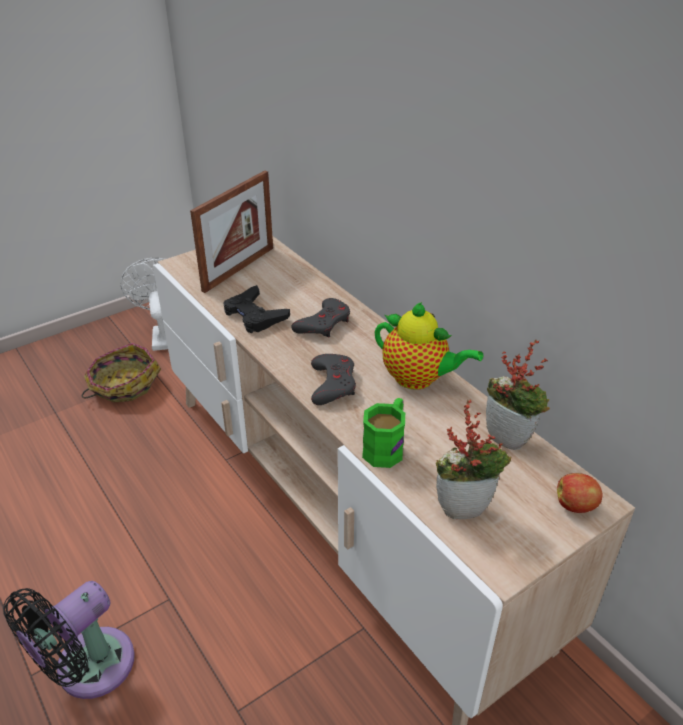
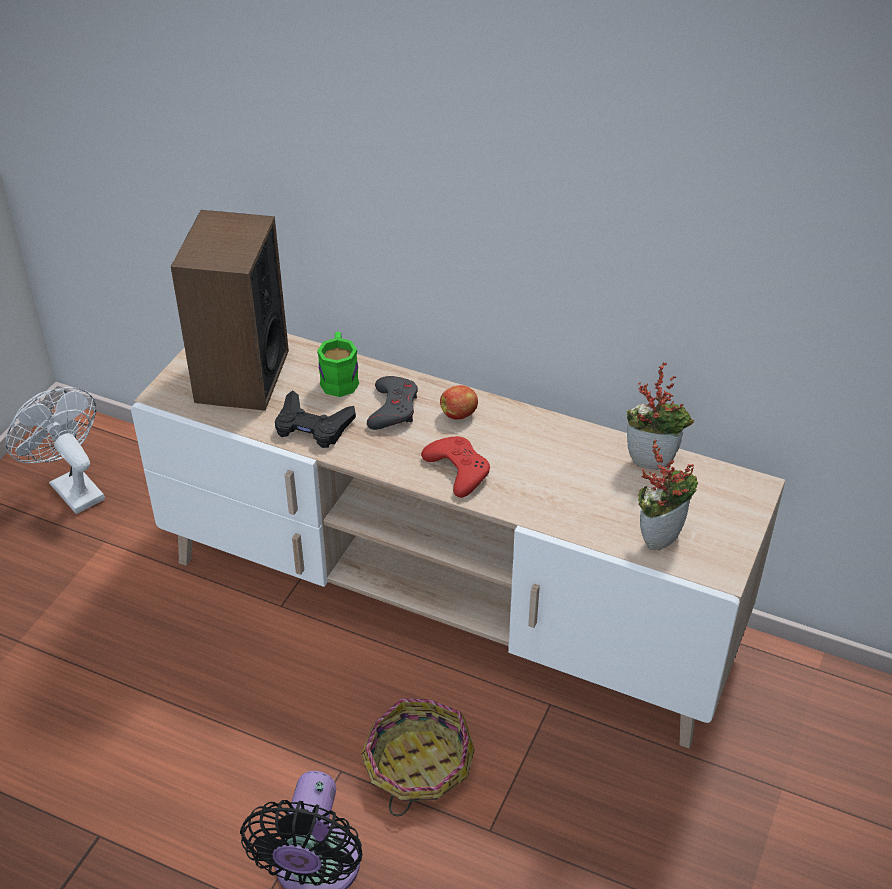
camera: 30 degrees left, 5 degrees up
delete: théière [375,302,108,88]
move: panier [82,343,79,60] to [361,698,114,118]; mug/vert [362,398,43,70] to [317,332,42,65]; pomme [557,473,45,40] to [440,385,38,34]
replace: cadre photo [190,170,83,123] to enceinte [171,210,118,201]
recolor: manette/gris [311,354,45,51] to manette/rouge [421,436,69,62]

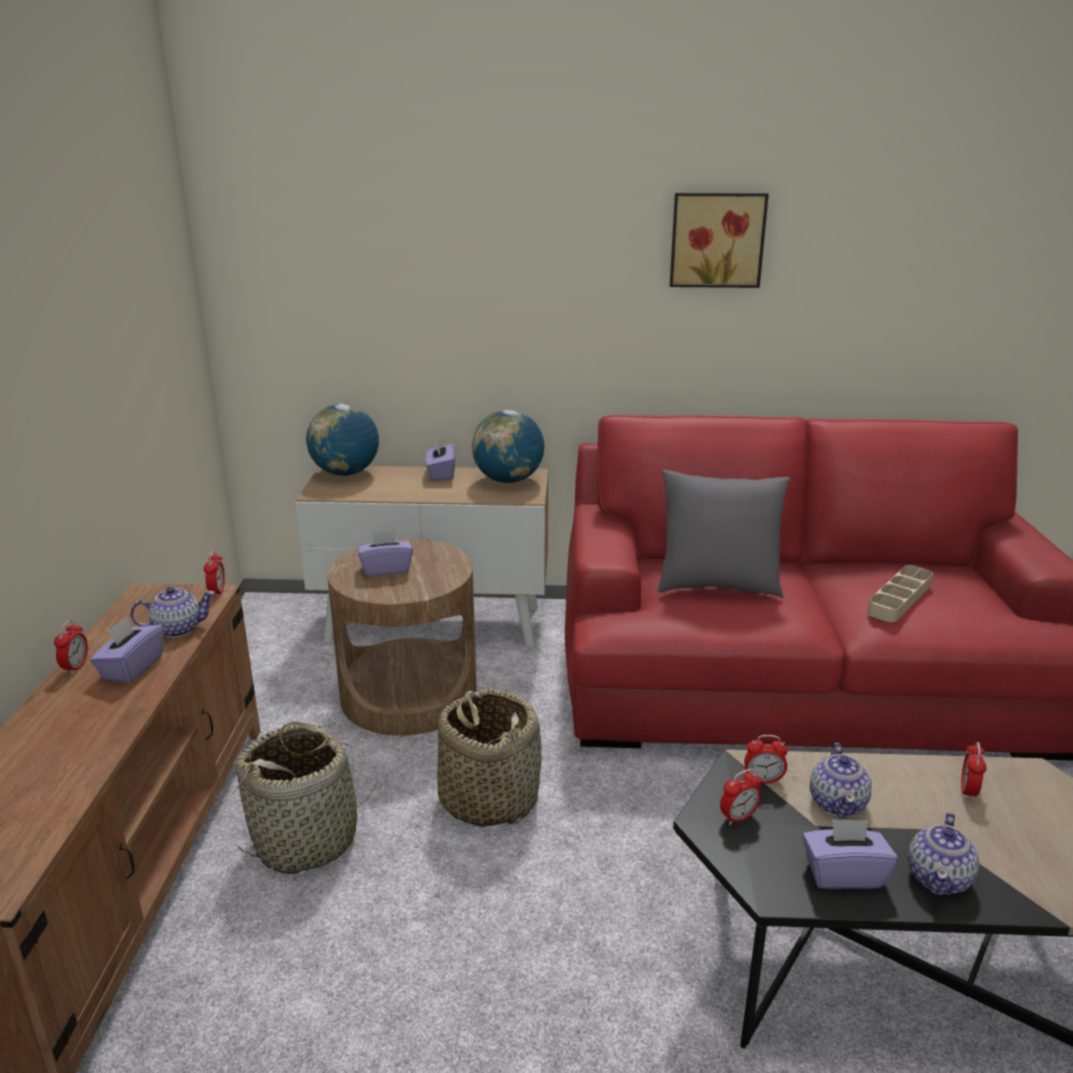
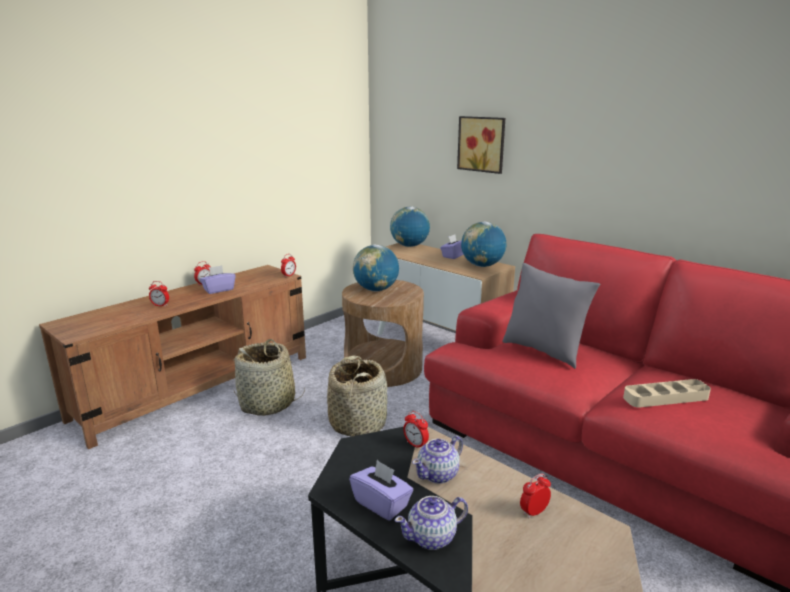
camera: 40 degrees right, 5 degrees down
delete: théière [130,587,85,51]
move: tableau [670,193,99,95] to [457,116,48,58]; réveil [720,769,41,56] to [149,281,20,26]
replace: boîte à mouchoirs/violet [358,529,55,47] to globe [353,245,46,46]

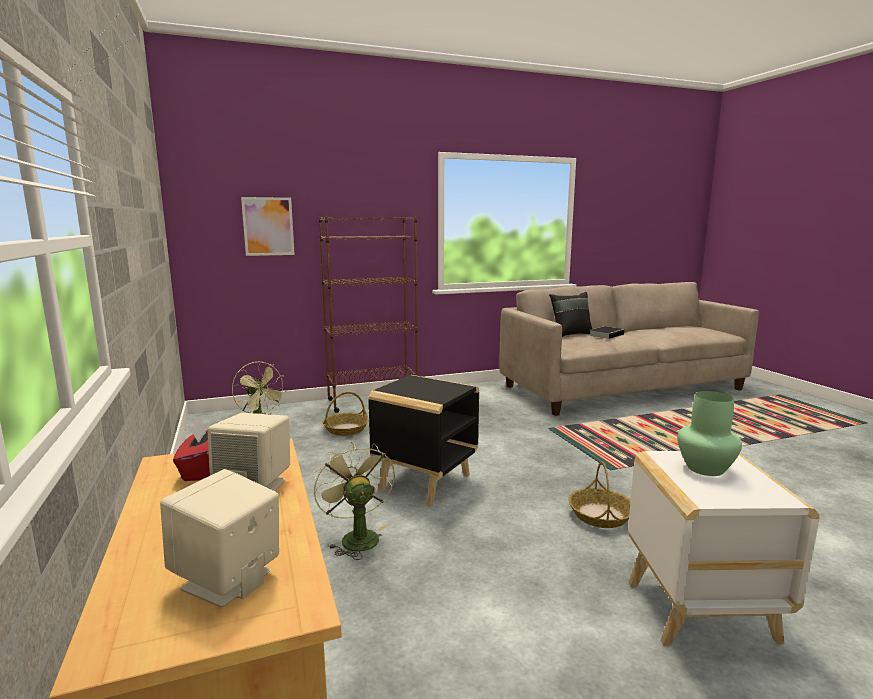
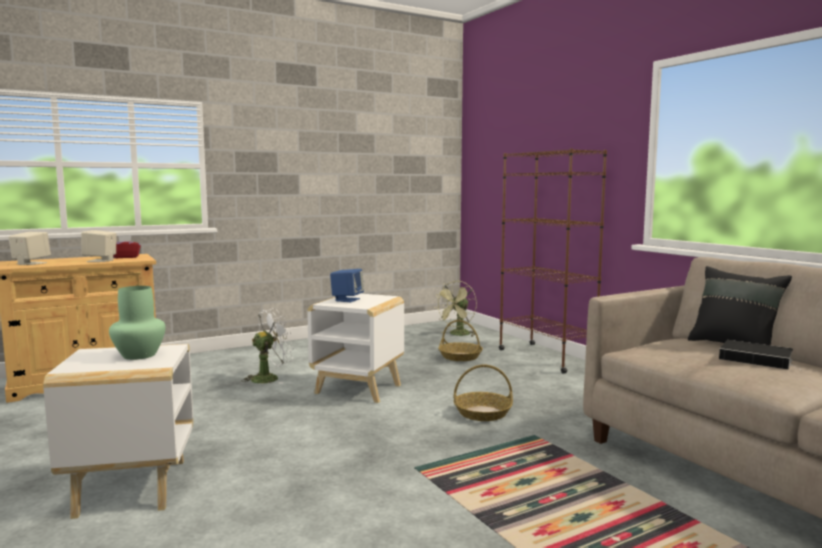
camera: 80 degrees right, 5 degrees down
delete: tableau [241,197,54,59]
insert: enceinte/bleu [330,269,34,33]
move: panier [568,462,63,66] to [453,364,60,57]
recolor: table d'appoint/noir [369,375,110,132] to table d'appoint/blanc [307,293,97,110]; ventilateur/vert [313,442,82,118] to ventilateur/blanc [241,308,53,76]

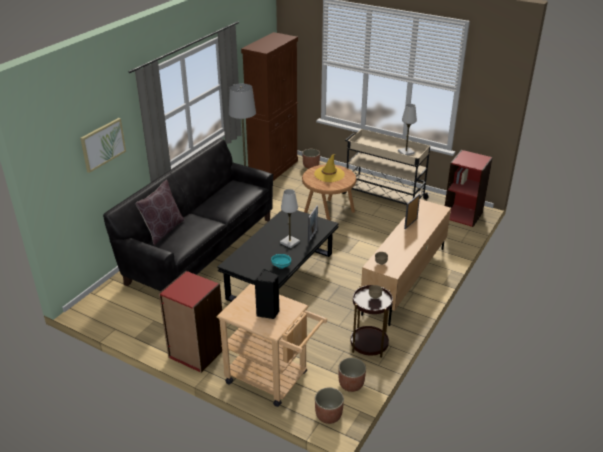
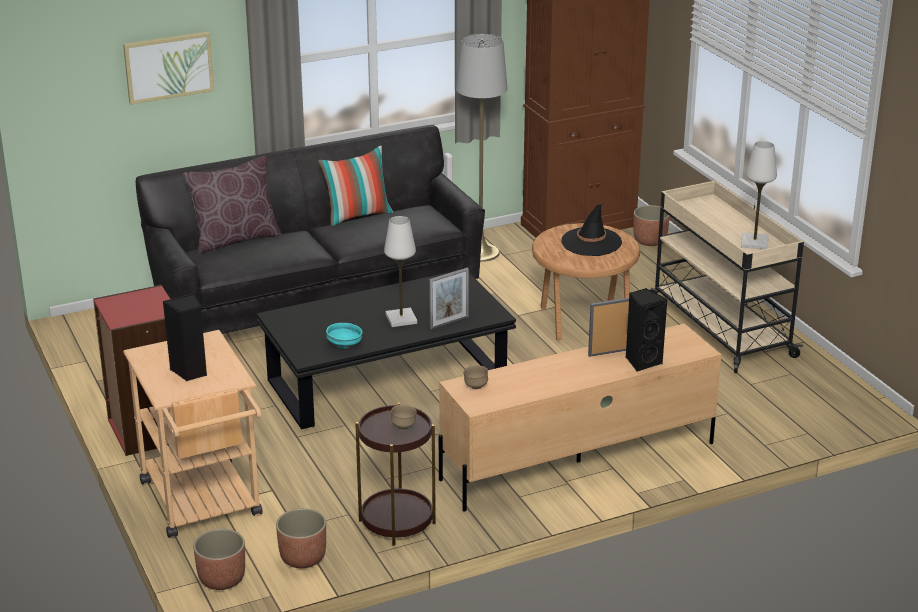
camera: 35 degrees right, 5 degrees down
delete: bibliothèque/rouge [445,150,48,77]
insert: coussin [318,146,75,81]; enceinte/noir [626,288,41,84]
recolor: chapeau/jaune [314,154,31,28] to chapeau/noir [561,204,61,52]

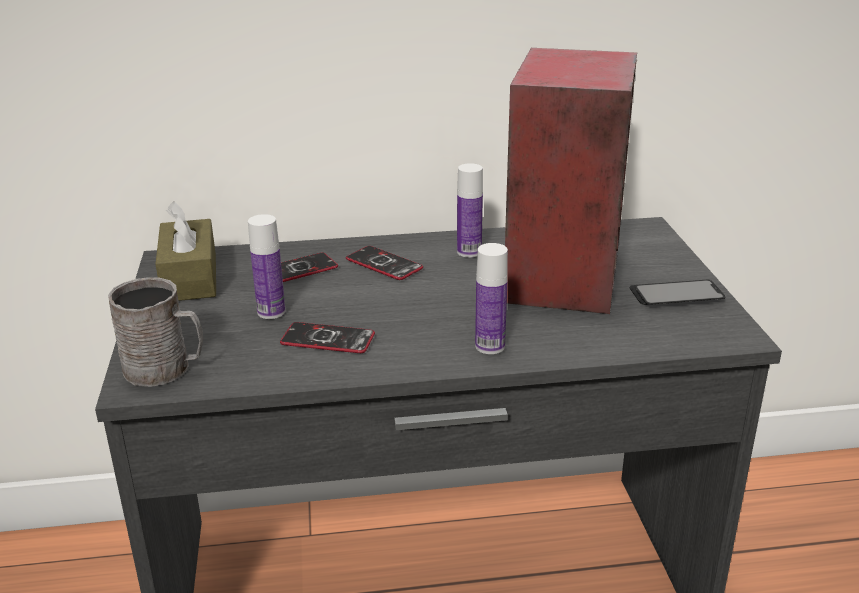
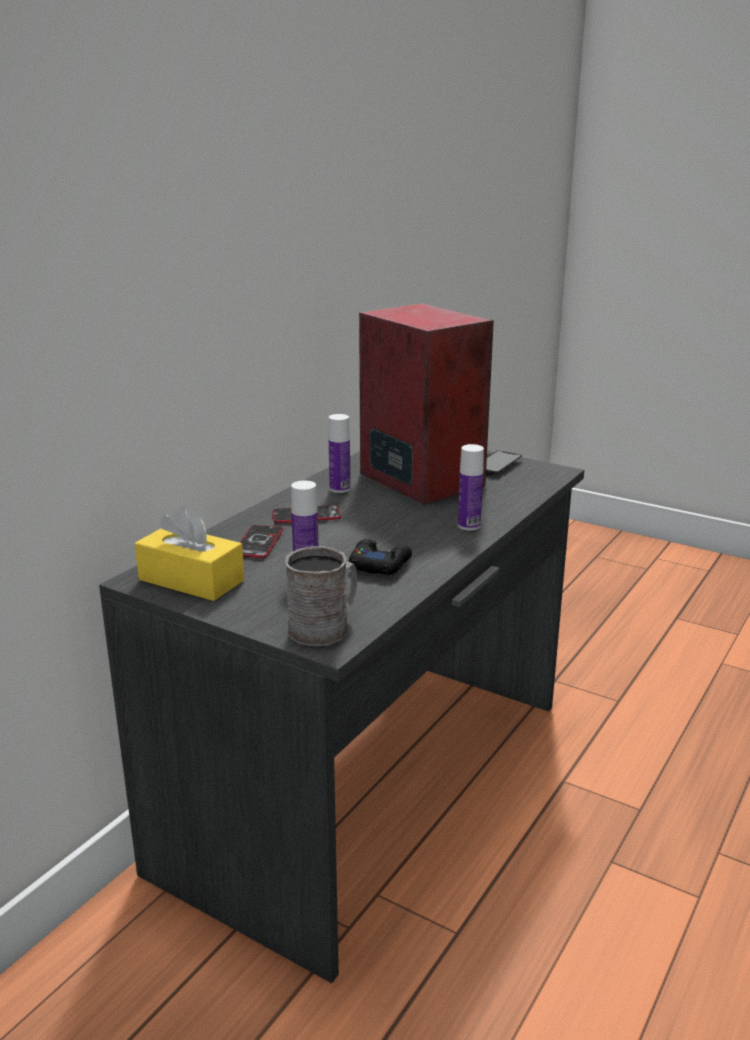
camera: 50 degrees left, 5 degrees down
replace: téléphone [280,322,95,31] to manette/noir [349,539,63,36]
recolor: boîte à mouchoirs/marron [156,201,60,100] to boîte à mouchoirs/jaune [135,506,109,95]

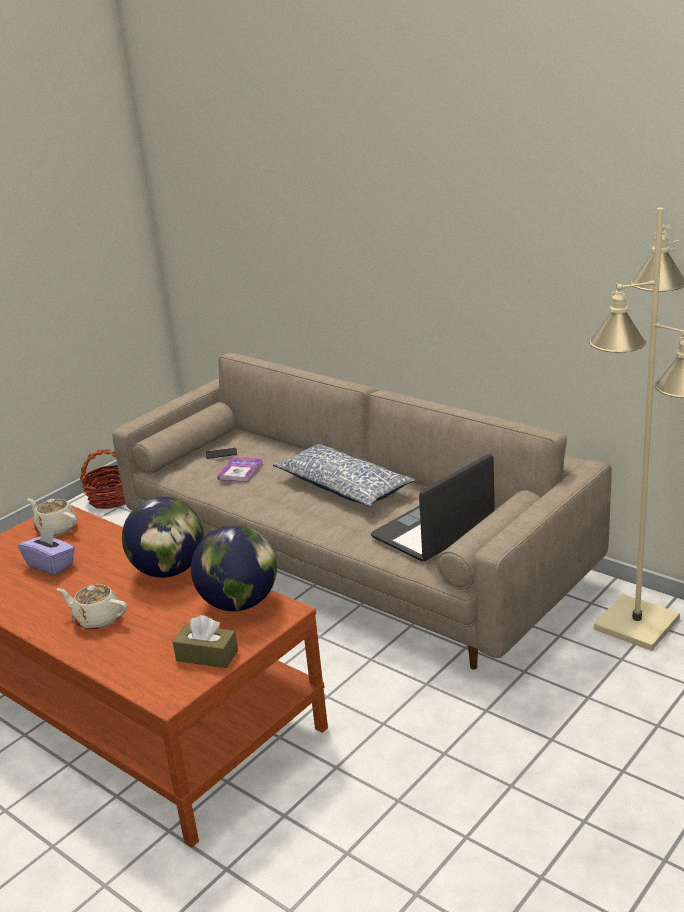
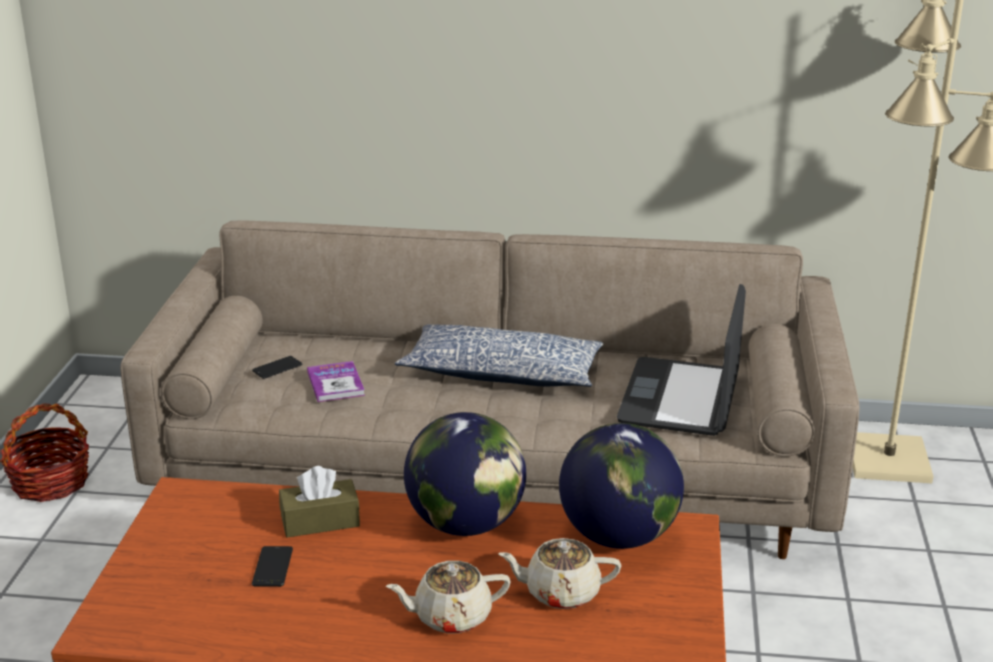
camera: 35 degrees left, 0 degrees up
move: théière/beige [27,498,50,38] to [499,538,123,71]; boîte à mouchoirs/marron [173,615,65,53] to [279,466,81,72]
replace: boîte à mouchoirs/violet [18,528,57,47] to téléphone [252,546,41,41]

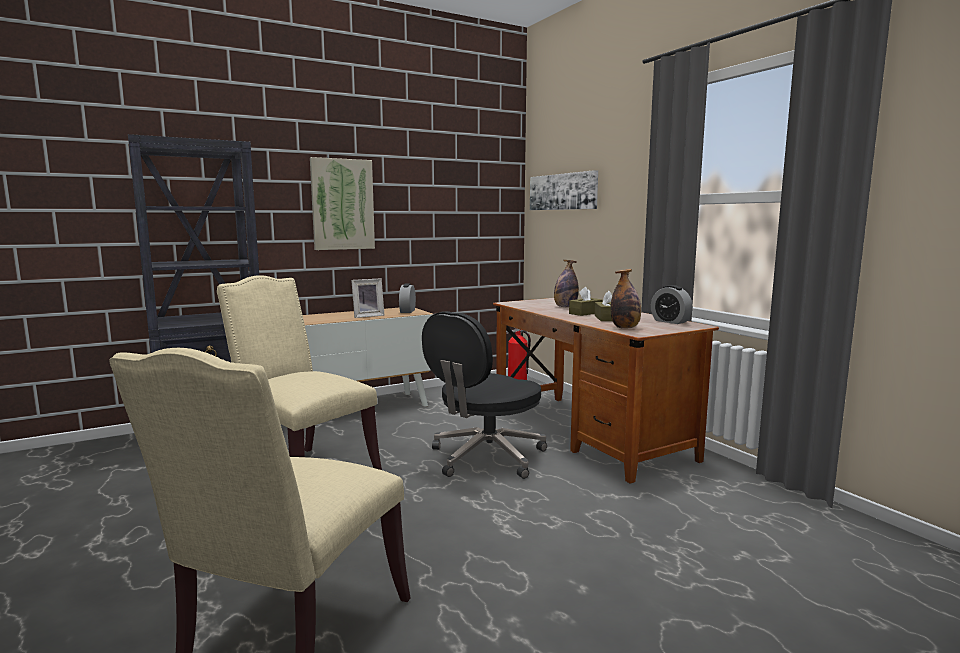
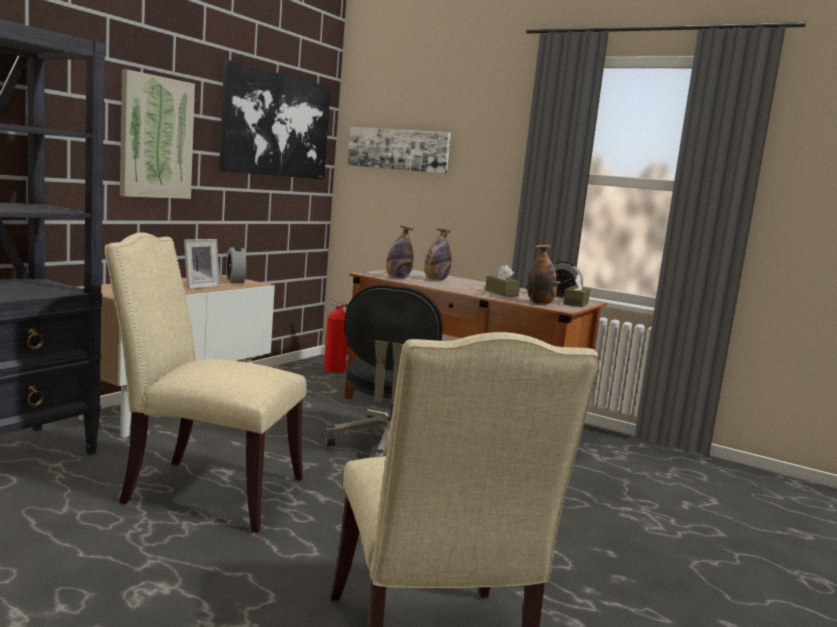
camera: 30 degrees left, 0 degrees up
insert: tableau [219,60,112,120]; bouteille [386,225,28,54]
move: boîte à mouchoirs/marron [569,287,33,29] to [563,274,27,33]

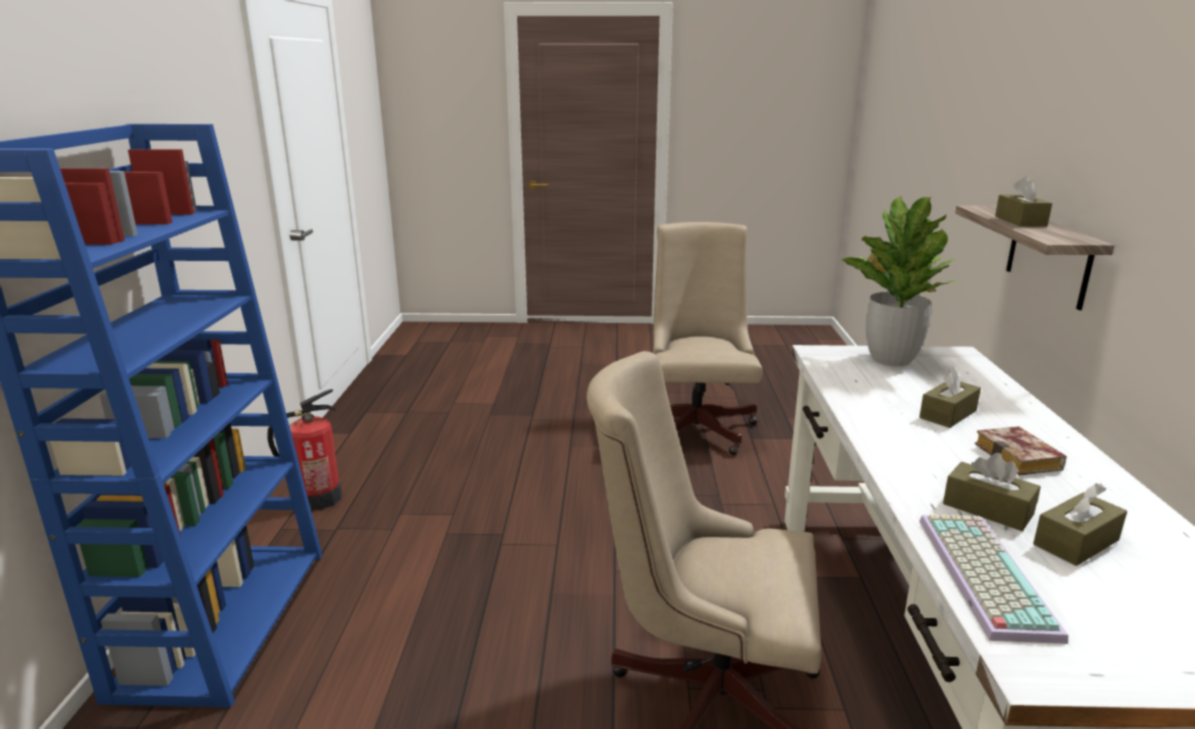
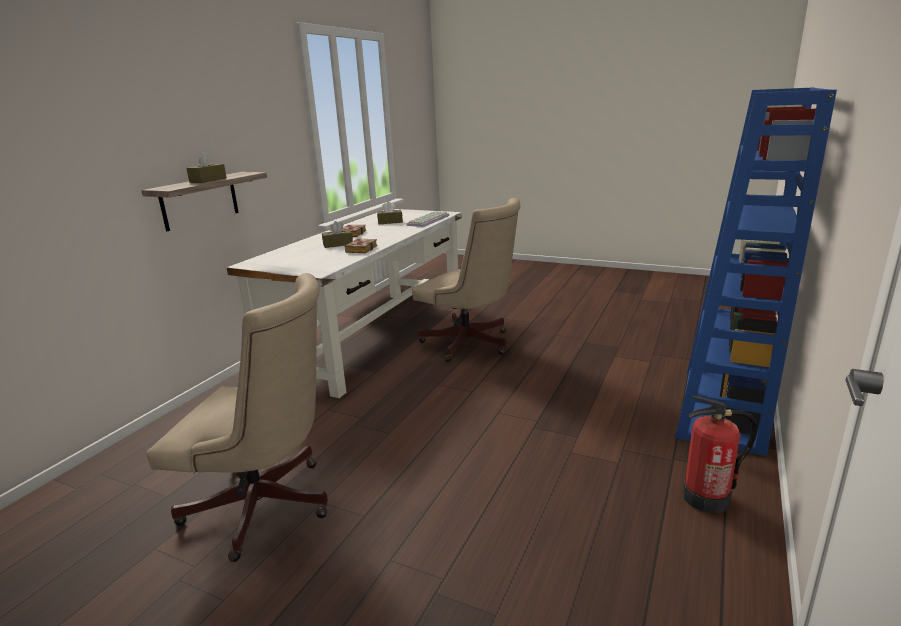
camera: 155 degrees left, 0 degrees up
delete: plante en pot [842,196,116,170]; boîte à mouchoirs/marron [943,453,98,78]
insert: livre [345,239,32,14]
rotate: chaise de bureau/beige [653,222,110,233] = [146,273,182,289] 105 degrees counterclockwise

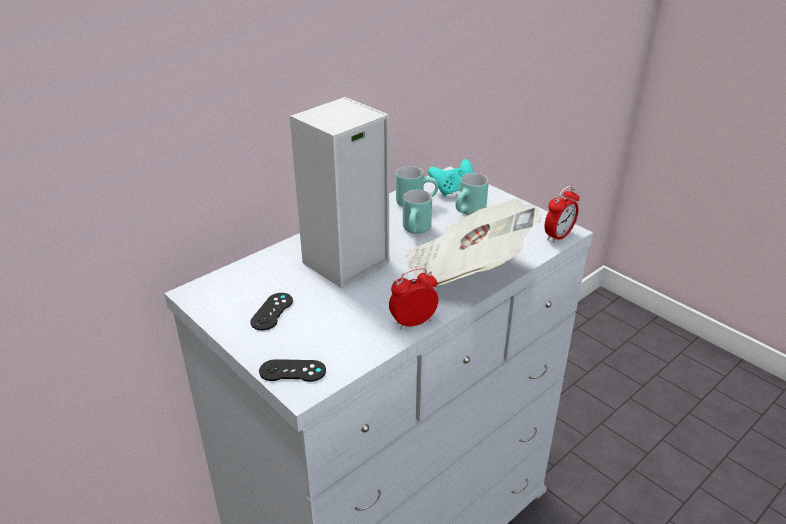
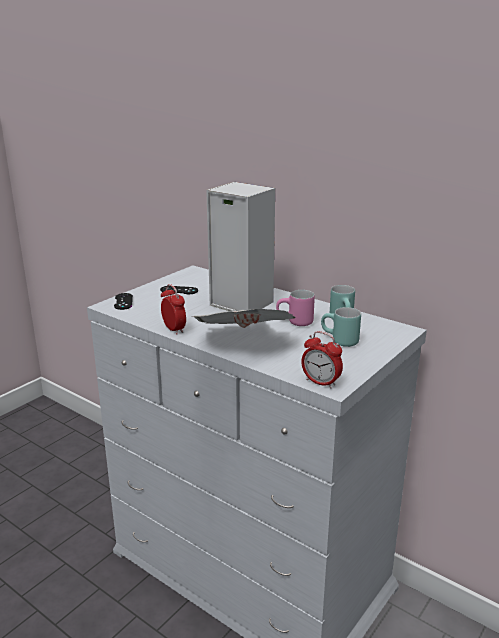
camera: 80 degrees right, 10 degrees down
delete: manette/turquoise [428,159,45,37]
recolor: mug/turquoise [403,190,29,44] to mug/rose [276,290,39,36]

